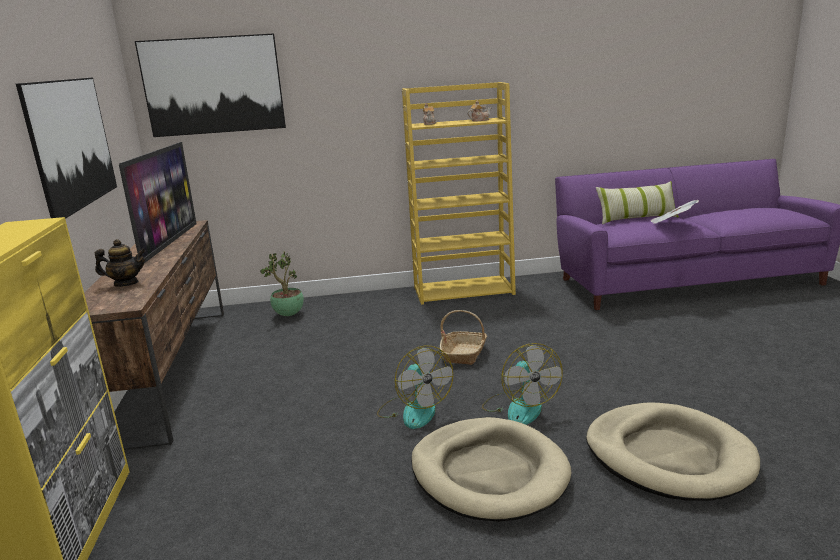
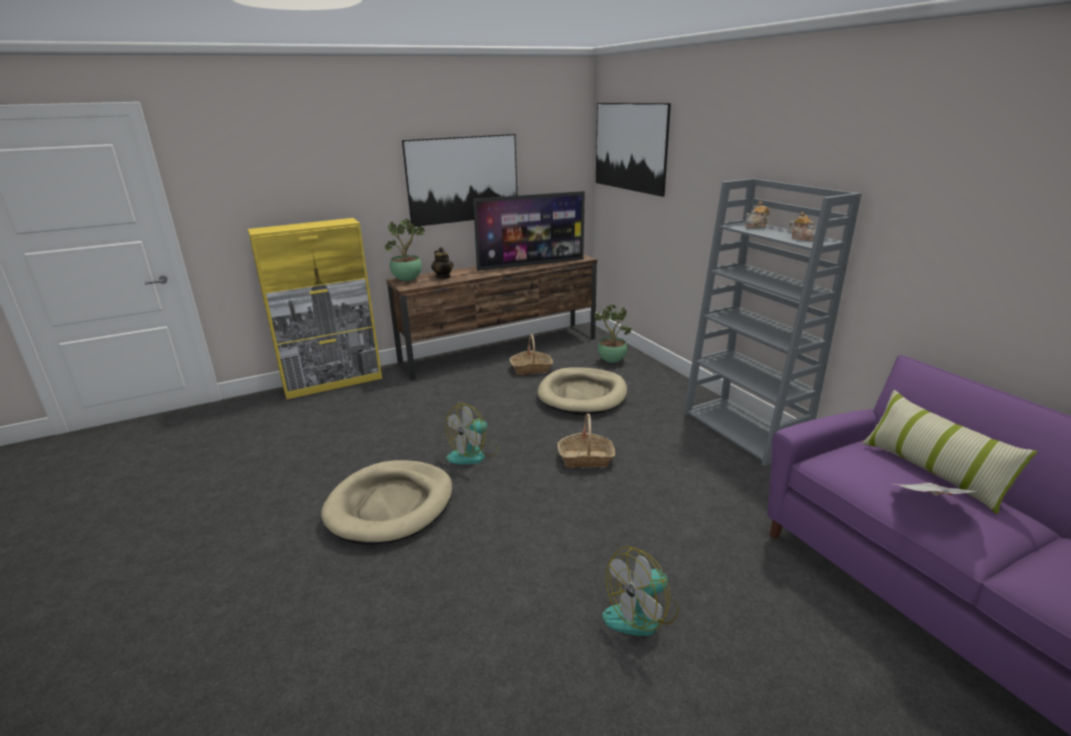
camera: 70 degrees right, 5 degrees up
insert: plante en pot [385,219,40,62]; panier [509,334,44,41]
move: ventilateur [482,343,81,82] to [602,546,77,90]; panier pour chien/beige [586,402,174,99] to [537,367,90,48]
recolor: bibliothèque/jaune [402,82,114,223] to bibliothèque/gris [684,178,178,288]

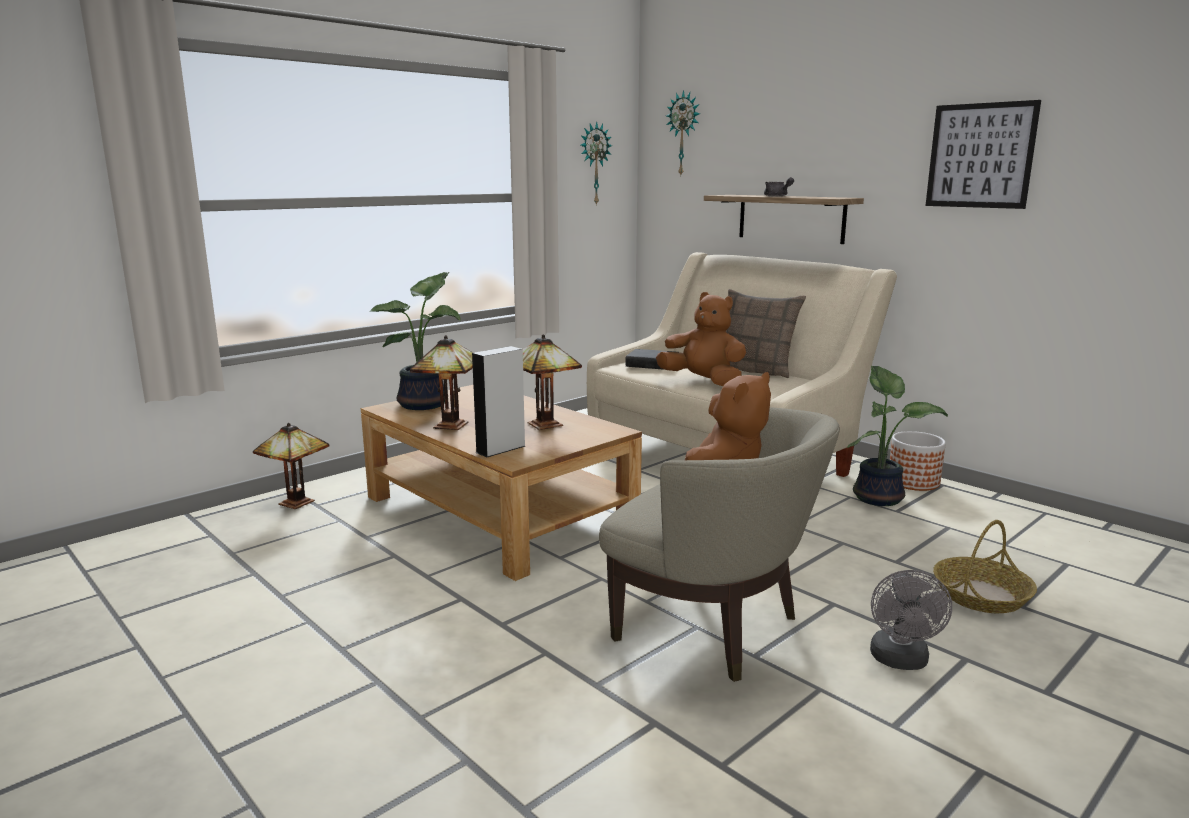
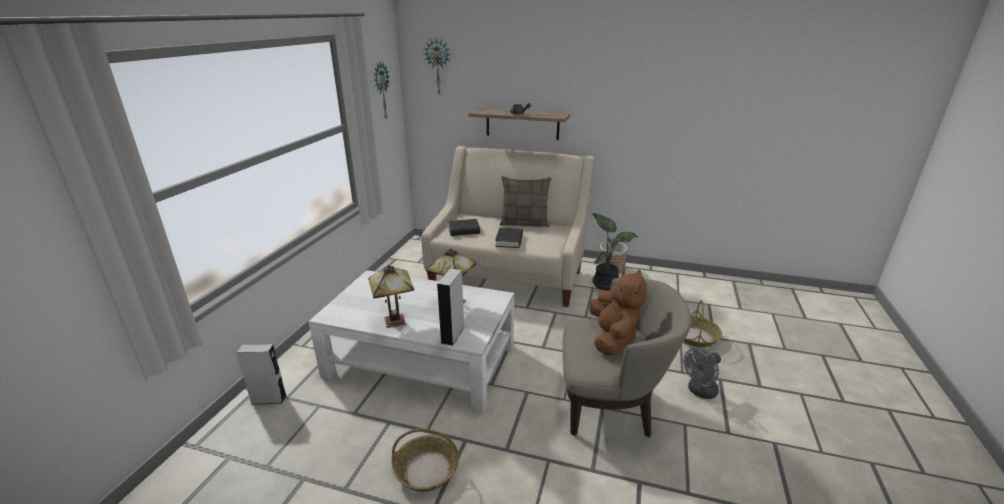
camera: 30 degrees left, 10 degrees up
delete: tableau [925,100,116,109]; plante en pot [370,272,90,138]
insert: panier [392,429,67,63]
replace: peluche/marron [656,292,90,94] to livre/noir [495,228,28,20]; lampe de table [253,423,76,86] to enceinte/gris [236,344,51,61]
recolor: table basse/marron [361,385,281,196] to table basse/blanc [308,270,206,143]
rotate: ventilateur/gris [870,570,82,100] = [683,348,38,51] 75 degrees clockwise

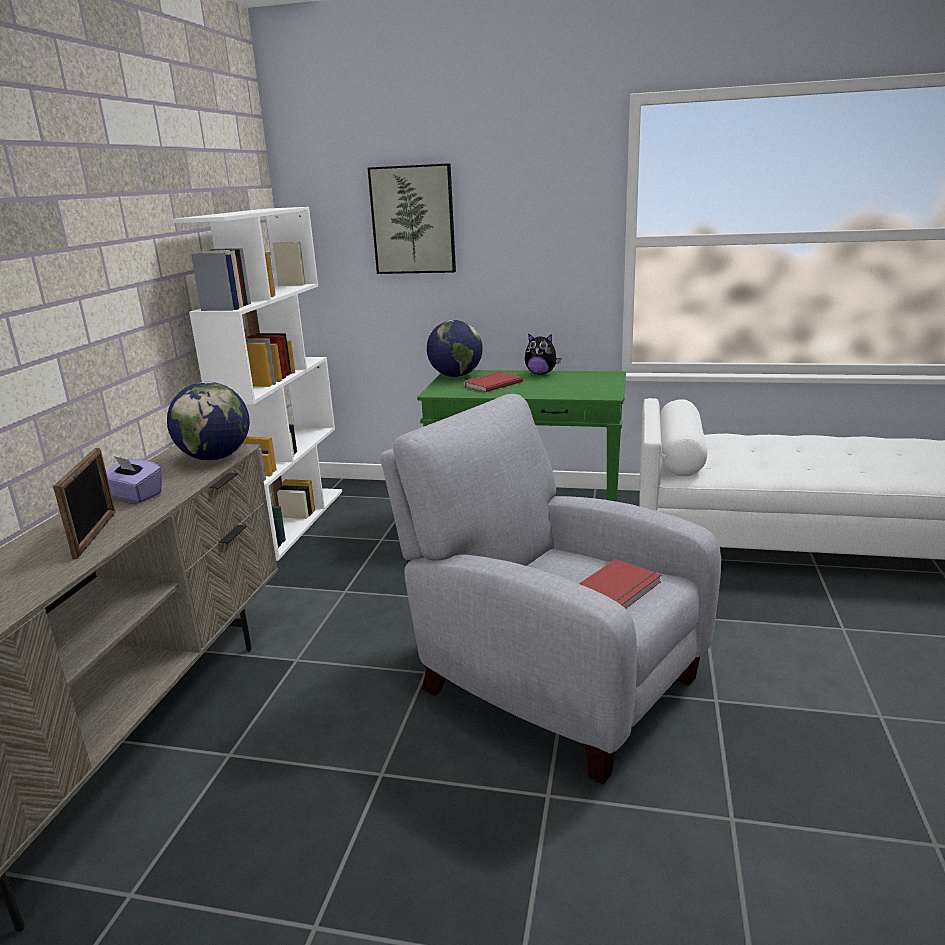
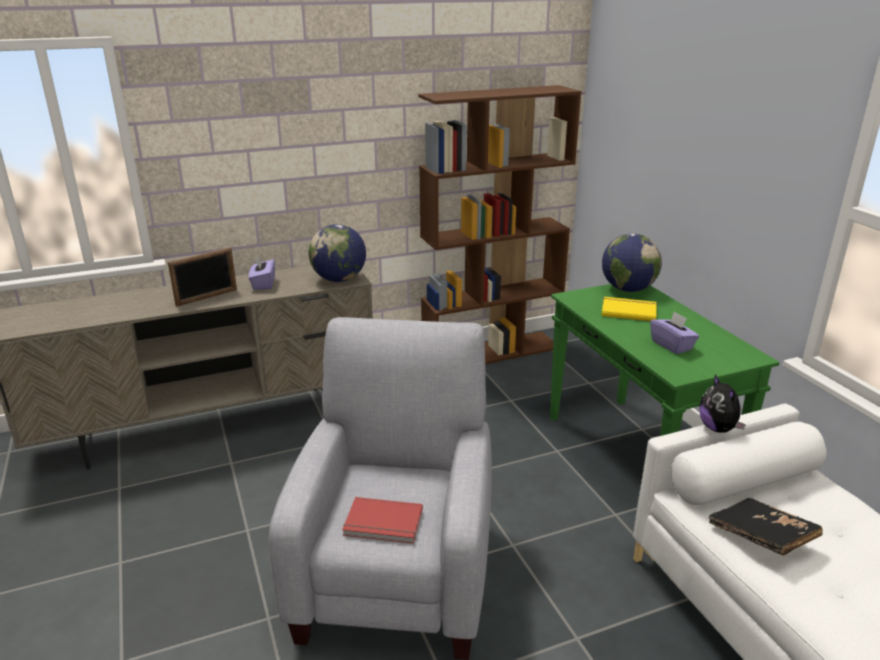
camera: 55 degrees right, 5 degrees up
delete: tableau [368,163,88,111]
insert: boîte à mouchoirs/violet [650,311,49,43]; livre/noir [709,498,114,58]
move: peluche [525,333,36,41] to [699,375,47,57]
recolor: bibliothèque/blanc [172,207,170,354] to bibliothèque/marron [418,85,163,279]; livre/rouge [463,372,60,20] to livre/jaune [601,297,56,24]

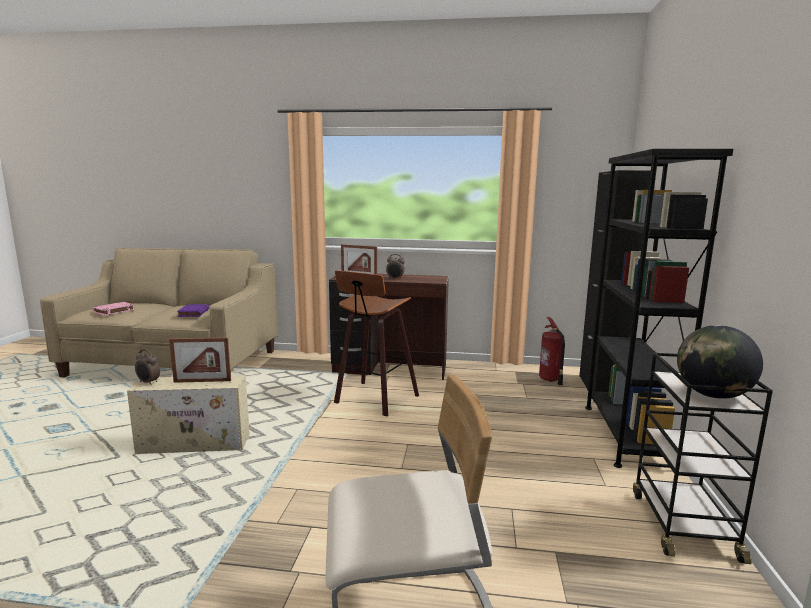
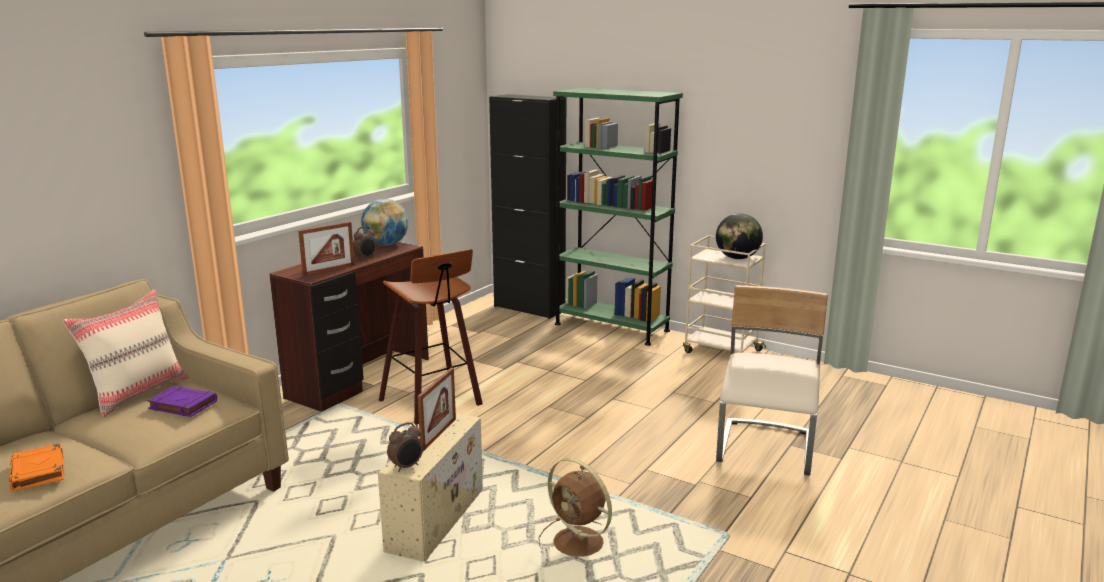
camera: 65 degrees left, 5 degrees up
delete: extincteur [539,317,26,69]
insert: globe [361,199,48,47]; coussin/beige [62,289,128,128]; ventilateur/marron [539,458,73,99]
recolor: bibliothèque/noir [585,149,148,319] to bibliothèque/vert [553,88,130,258]; livre/rose [93,302,42,14] to livre/orange [9,443,55,48]; chariot/noir [633,353,140,211] to chariot/beige [683,235,83,118]

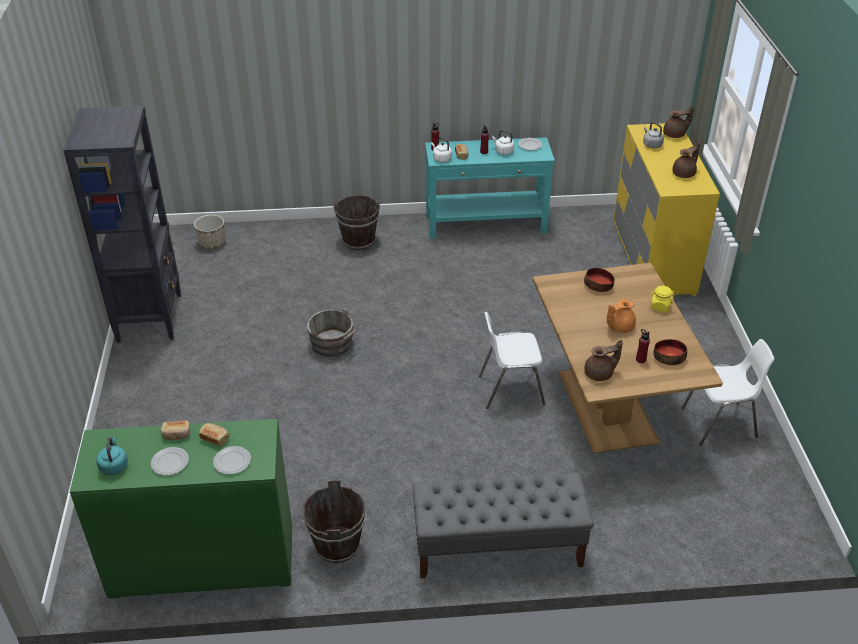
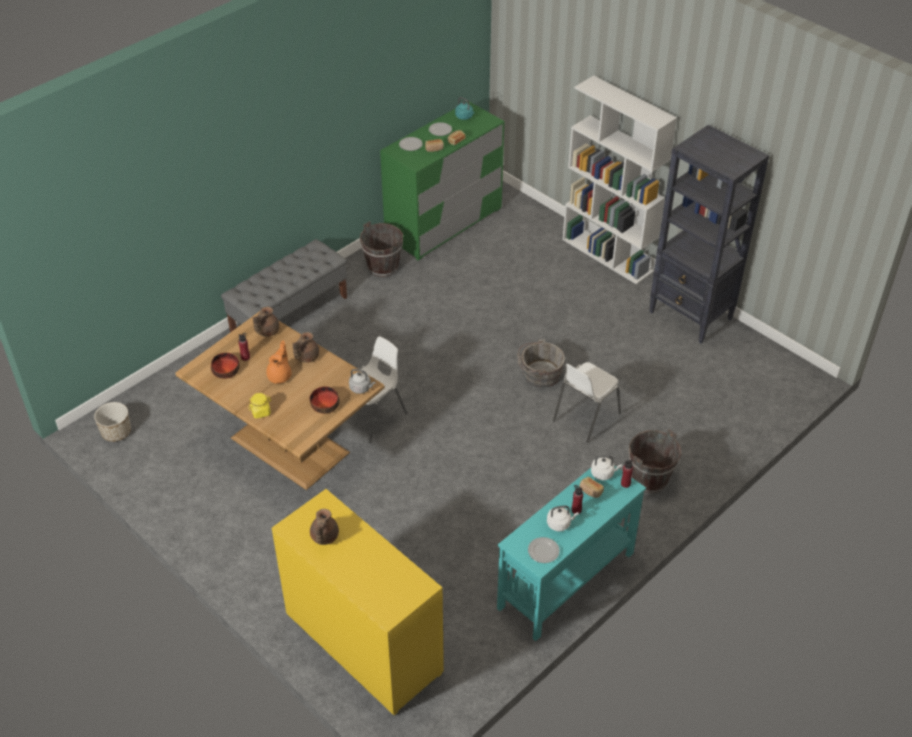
camera: 140 degrees right, 5 degrees up
insert: bibliothèque/blanc [562,76,115,209]
move: théière/marron [663,105,31,33] to [292,332,27,31]; bouilloire/gris [643,122,21,26] to [349,369,27,25]; cache-pot [194,214,32,35] to [94,402,37,40]; chaise/blanc [682,339,92,107] to [553,362,68,80]

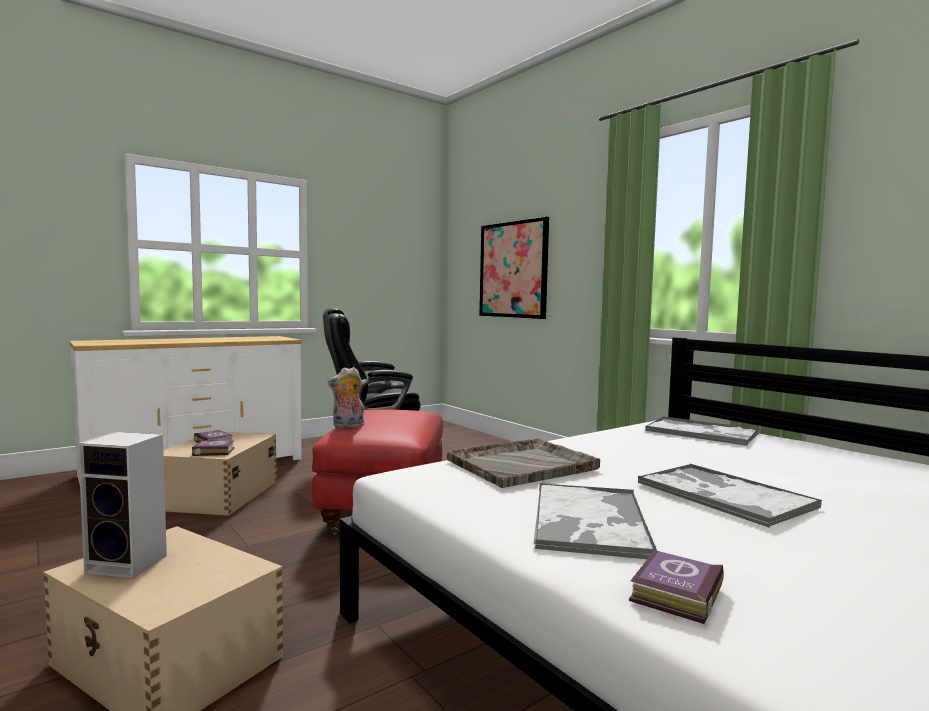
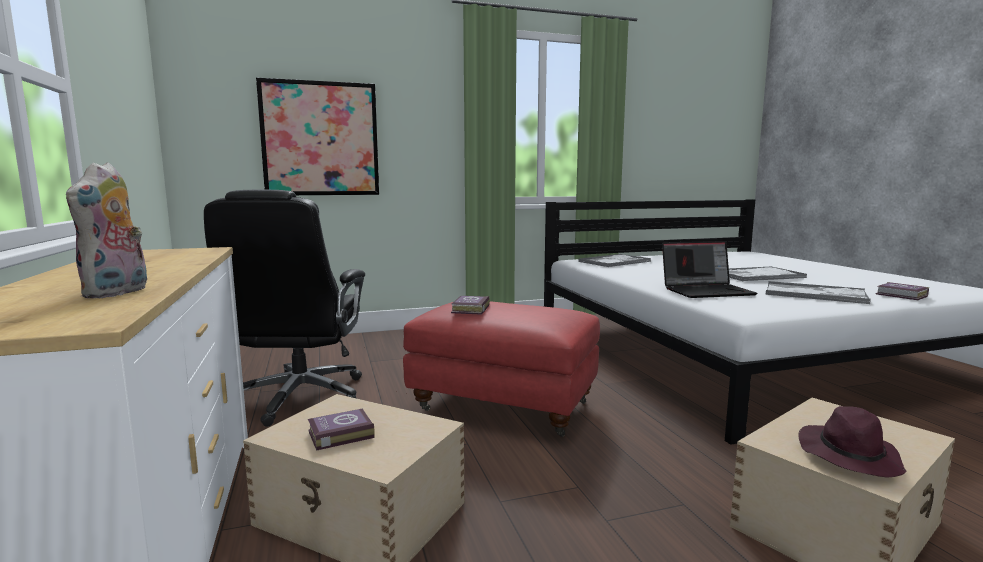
camera: 70 degrees left, 5 degrees up
move: peluche [328,367,36,61] to [66,162,81,137]; livre [192,440,43,16] to [451,296,39,19]
replace: enceinte [78,432,89,146] to chapeau/violet [798,406,108,71]; plateau/gris [447,438,153,50] to ordinateur portable [662,241,95,57]

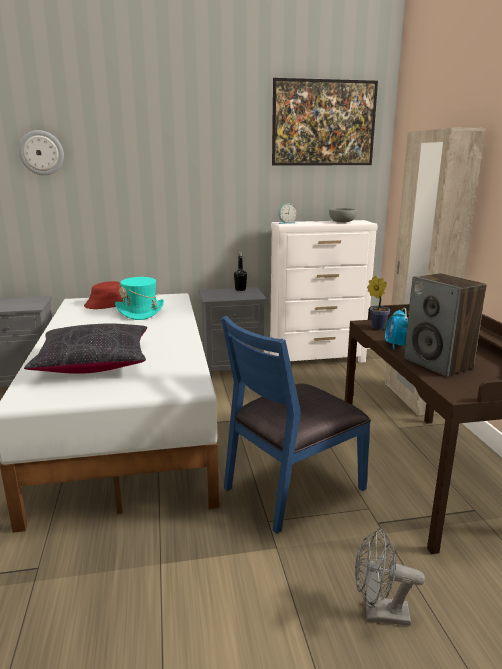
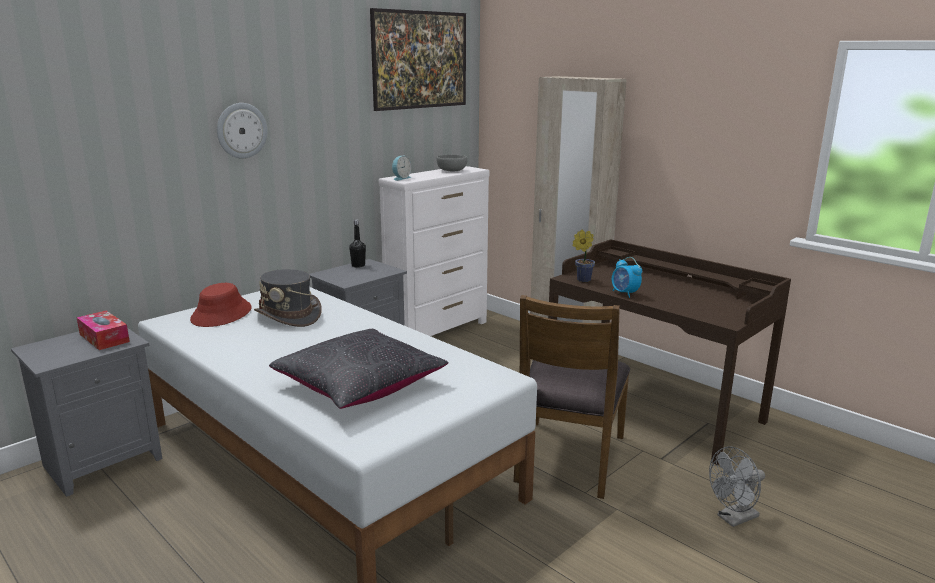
camera: 35 degrees left, 0 degrees up
delete: enceinte [404,273,83,104]
insert: boîte à mouchoirs [76,311,54,39]
move: horloge murale [19,130,45,45] to [217,103,51,56]
recolor: chapeau/turquoise [115,277,49,43] to chapeau/gris [254,269,68,58]; chaise/bleu [221,316,150,218] to chaise/marron [514,295,116,204]

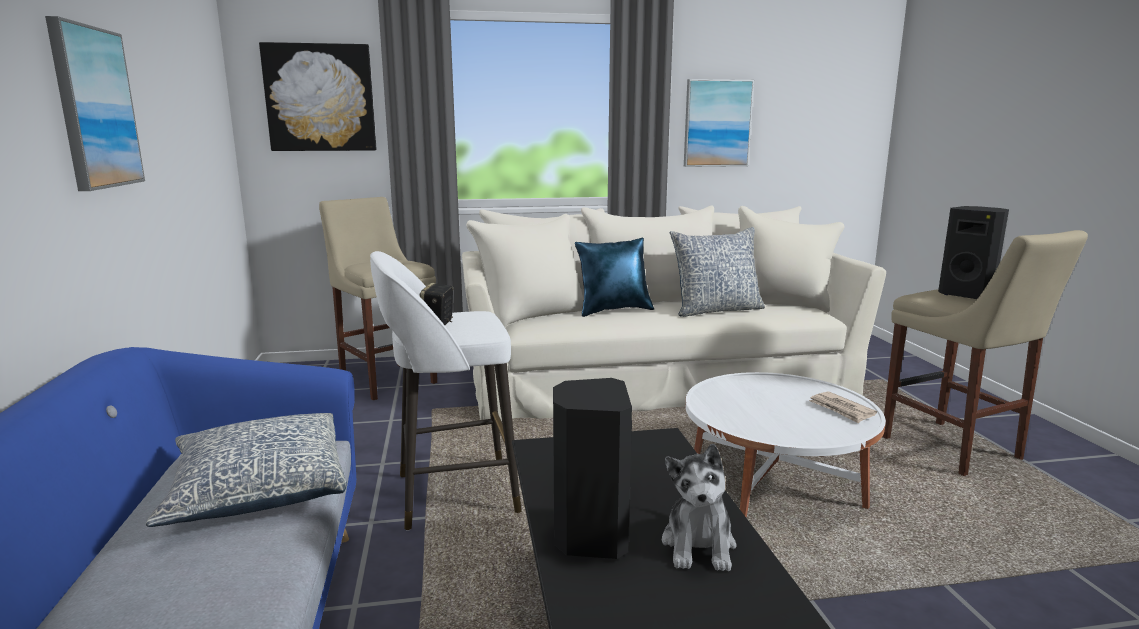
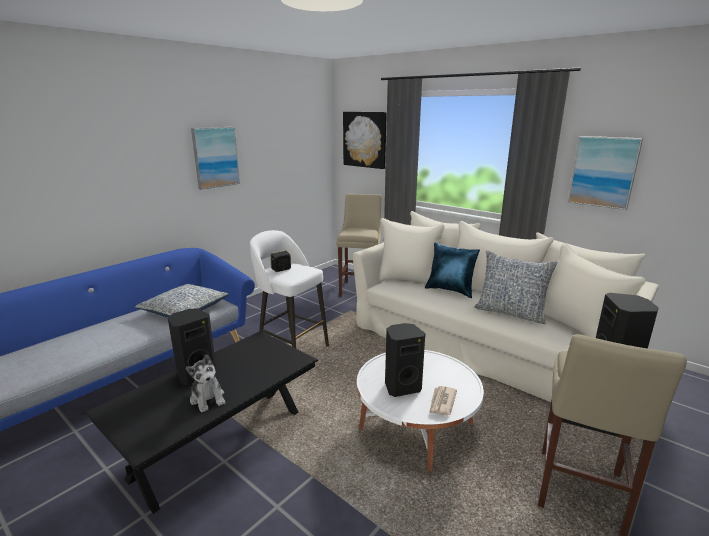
camera: 50 degrees right, 5 degrees up
insert: enceinte/noir [385,323,40,74]
rotate: peluche [662,444,74,127] = [186,354,39,58] 90 degrees counterclockwise

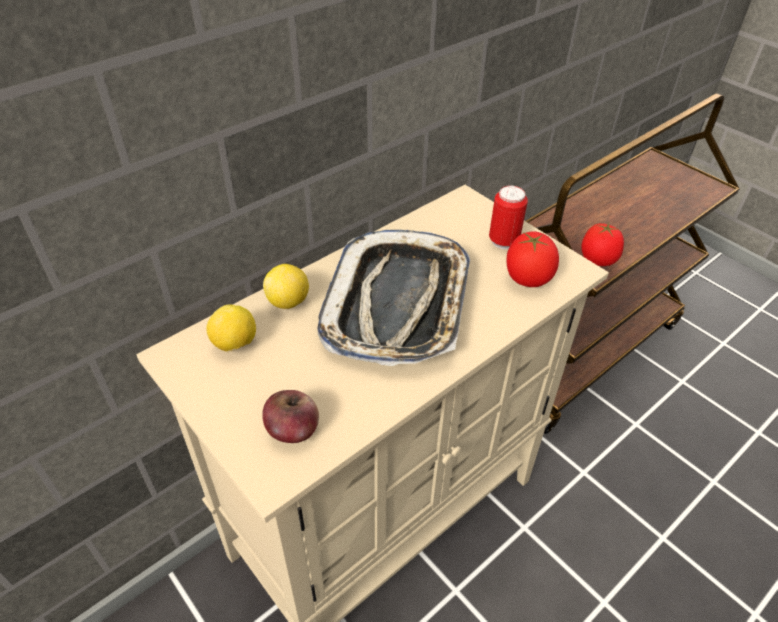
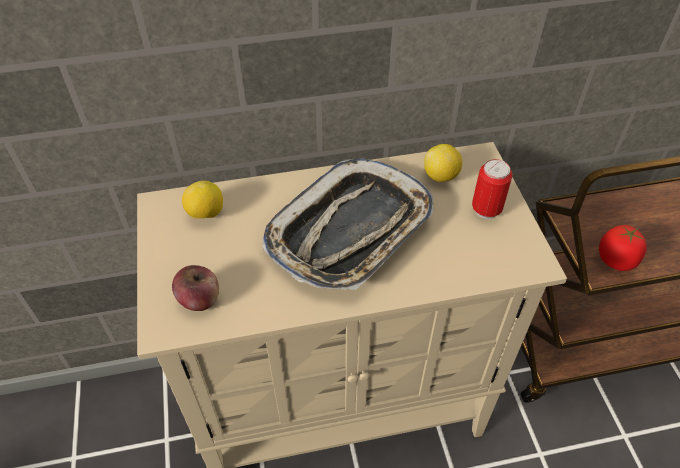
camera: 30 degrees right, 5 degrees up
delete: tomate [507,231,52,56]
move: citron [263,264,46,45] to [424,144,38,38]

